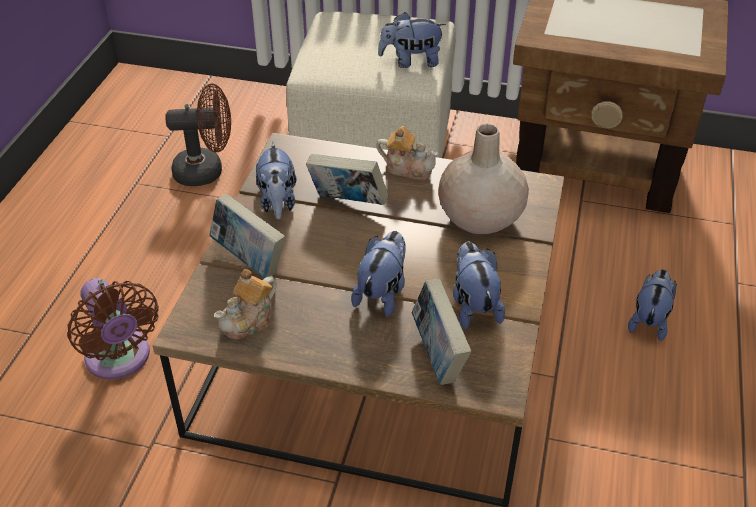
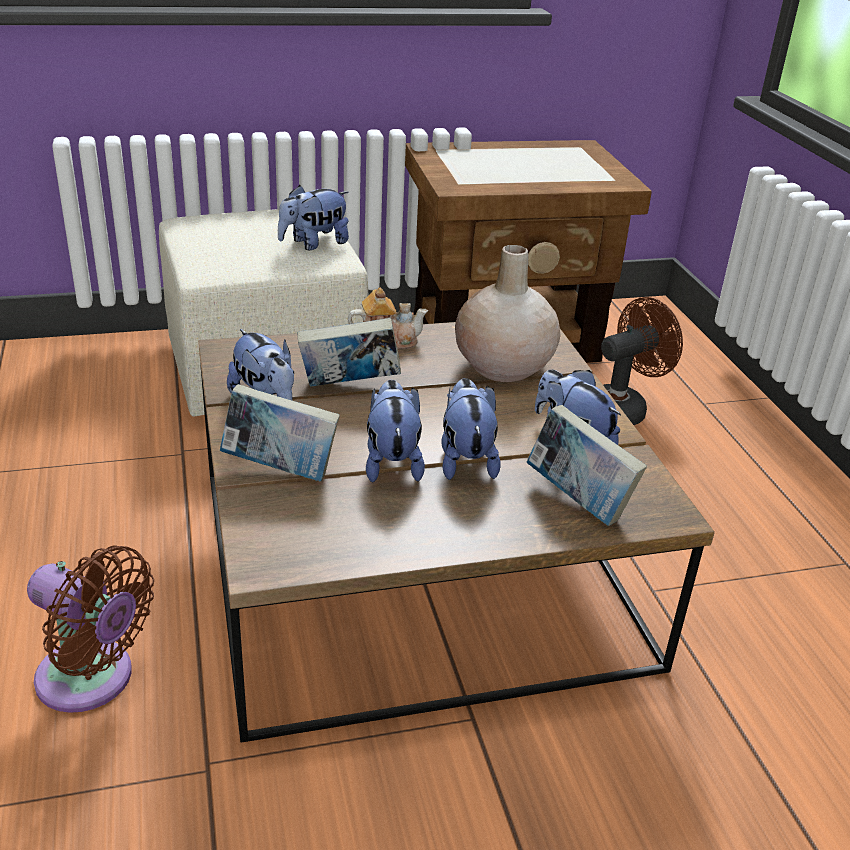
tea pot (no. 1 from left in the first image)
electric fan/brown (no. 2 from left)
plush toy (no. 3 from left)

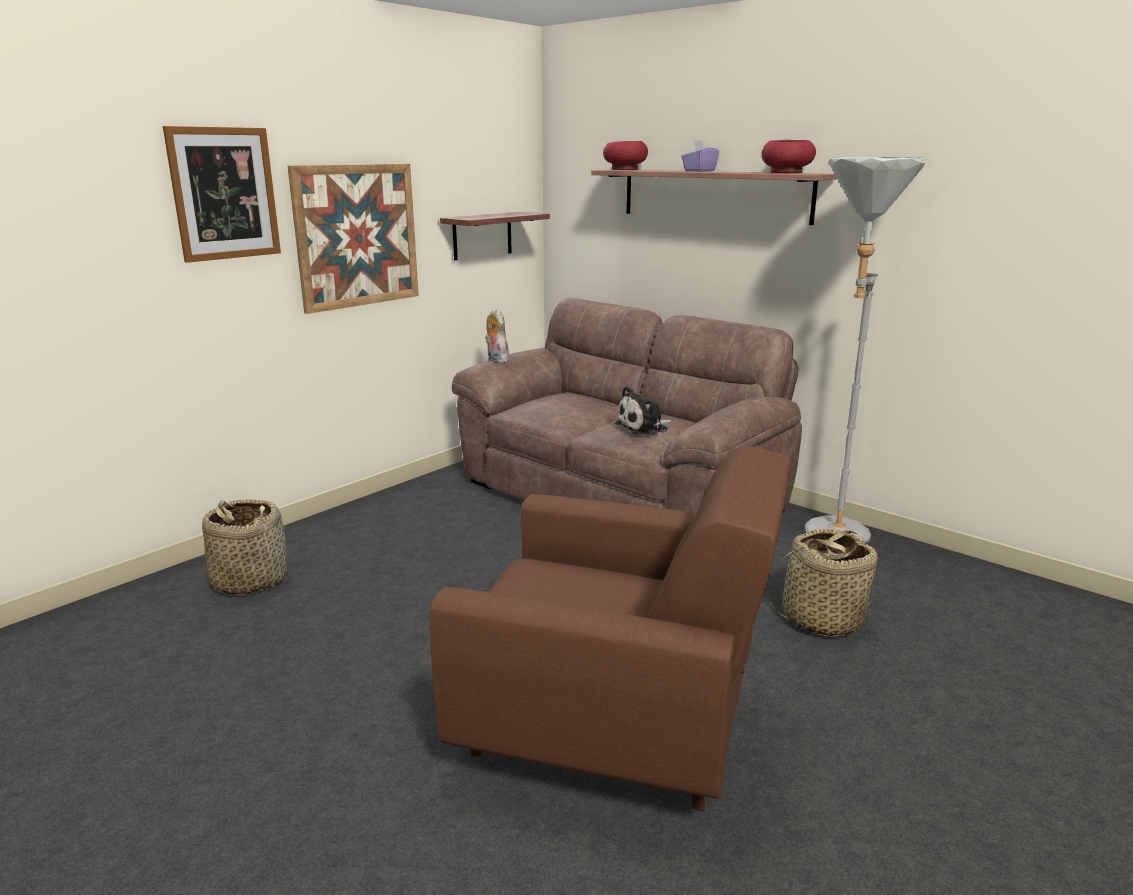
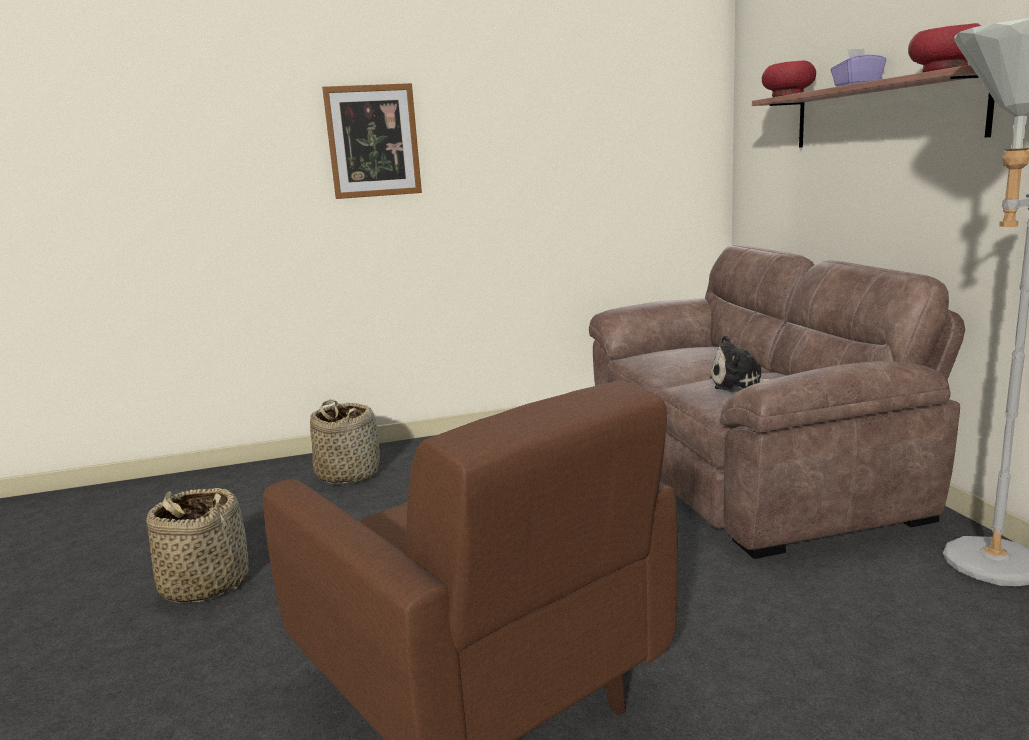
wall picture (no. 2 from left in the first image)
shelf (no. 1 from left in the first image)
plush toy (no. 1 from left in the first image)
household basket (no. 1 from left)

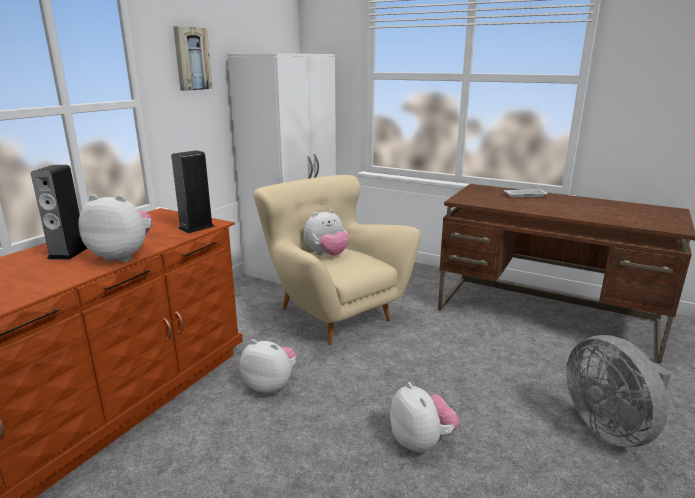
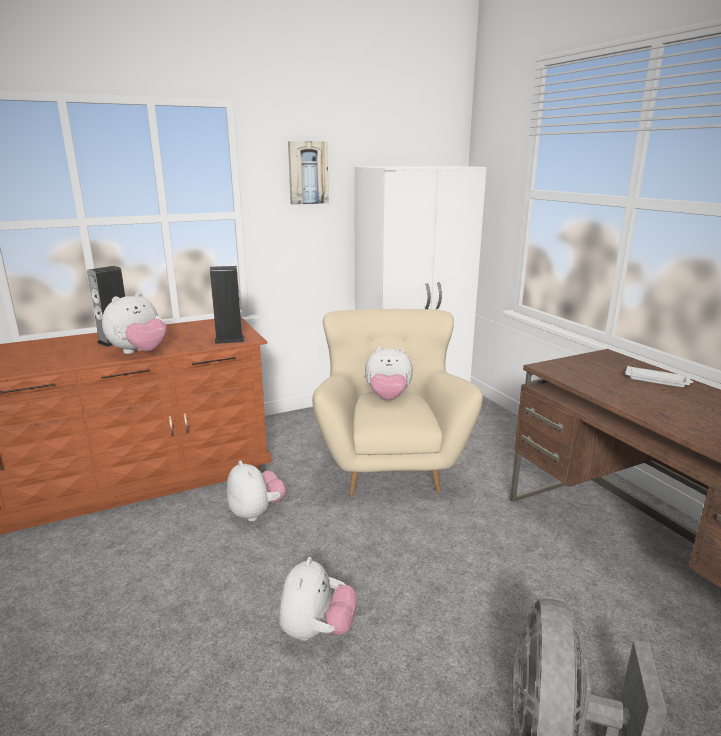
plush toy (no. 1 from left)

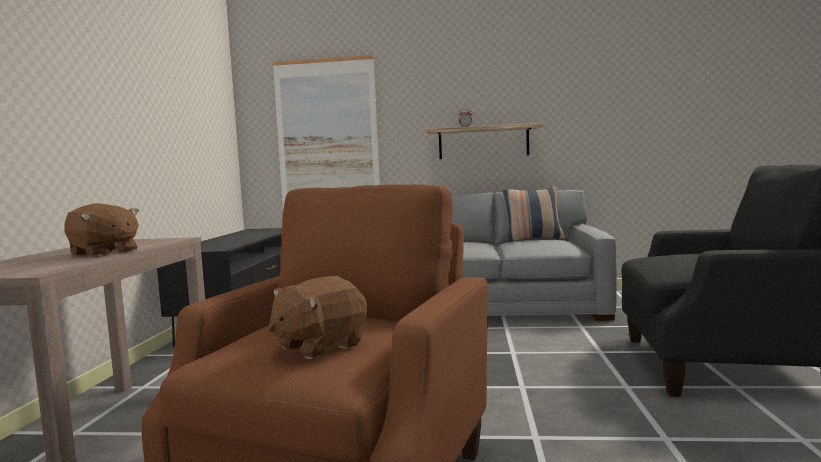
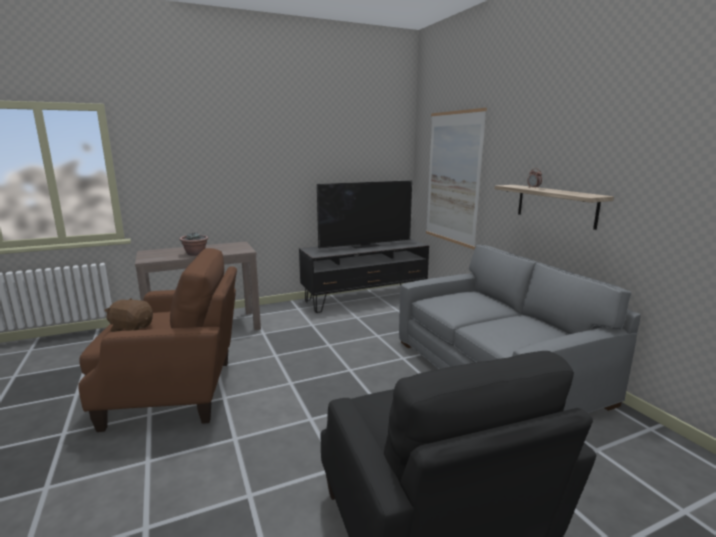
throw pillow
television
potted plant

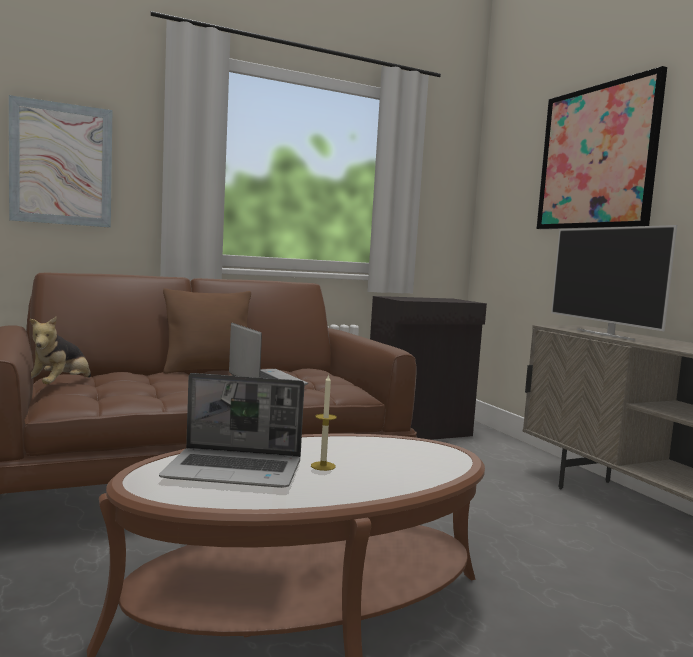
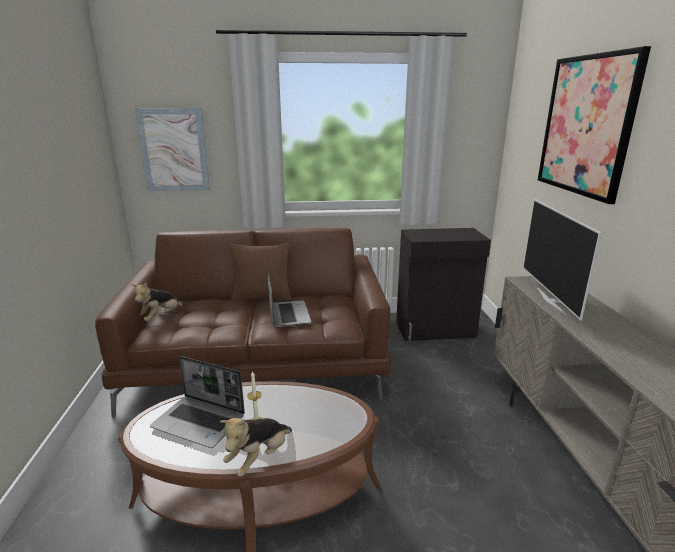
plush toy (no. 2 from left)

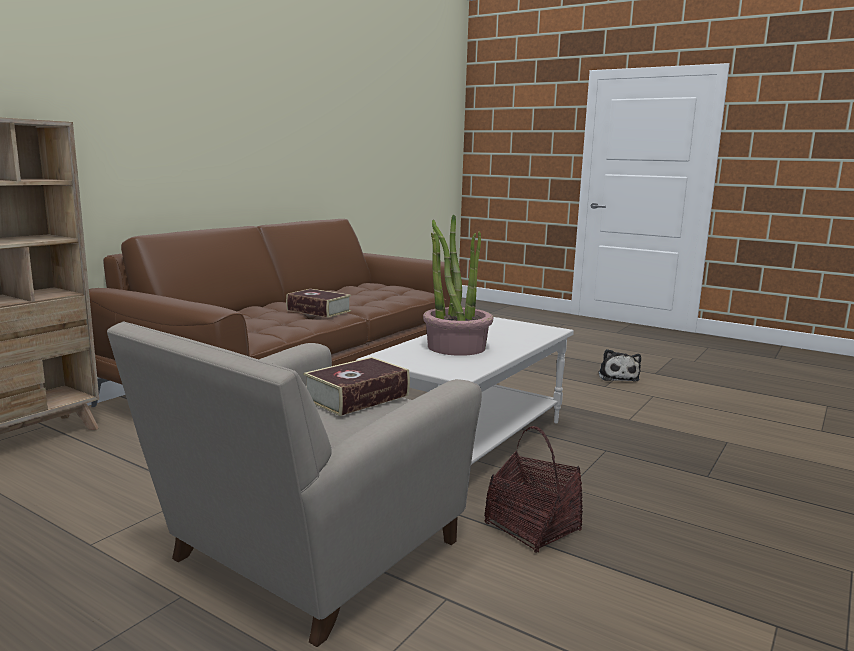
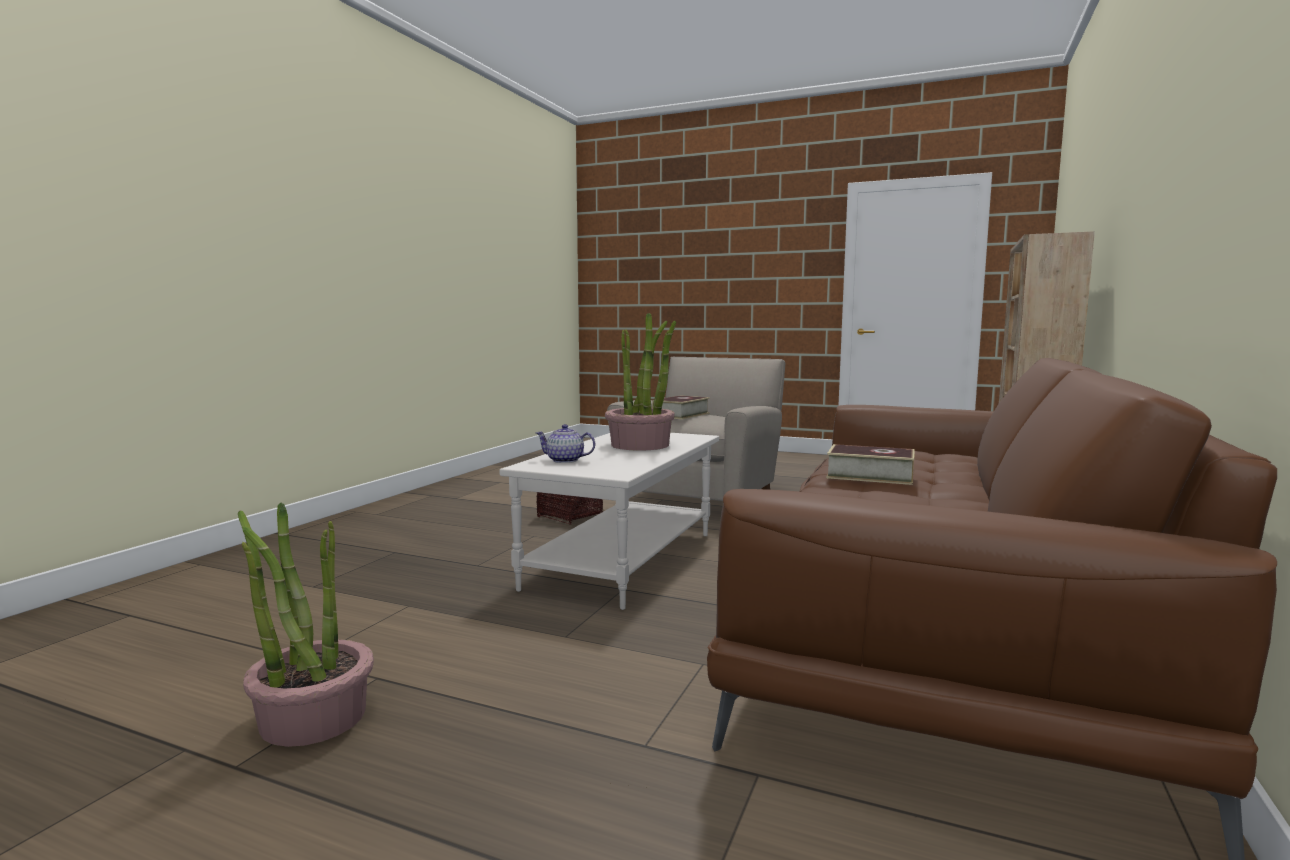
tea pot
potted plant (no. 1 from left)

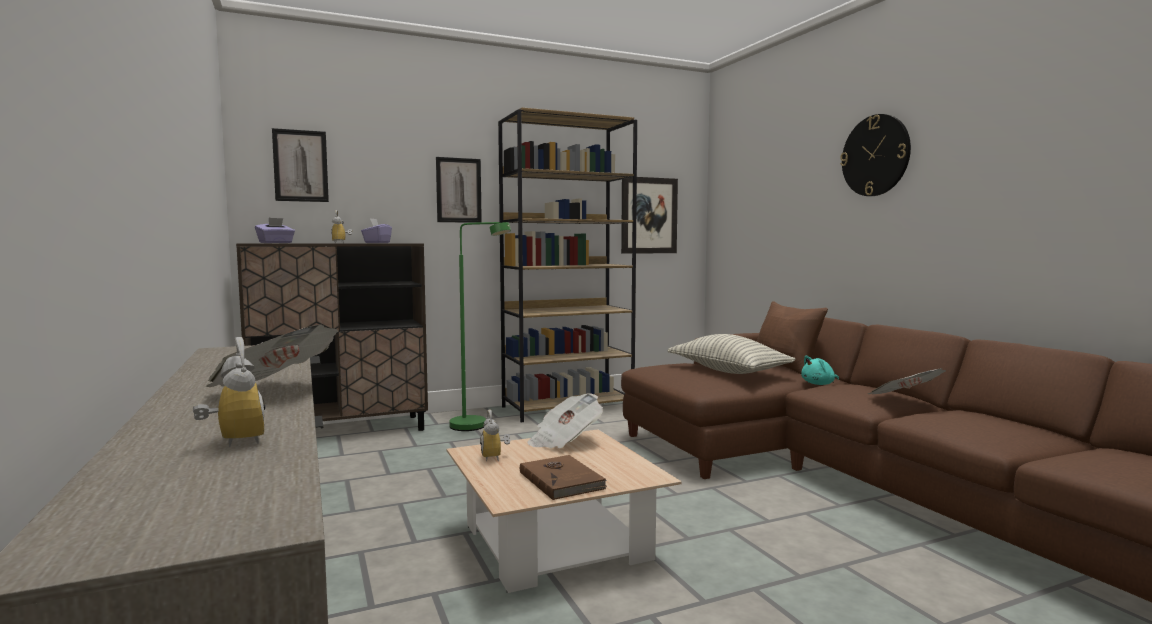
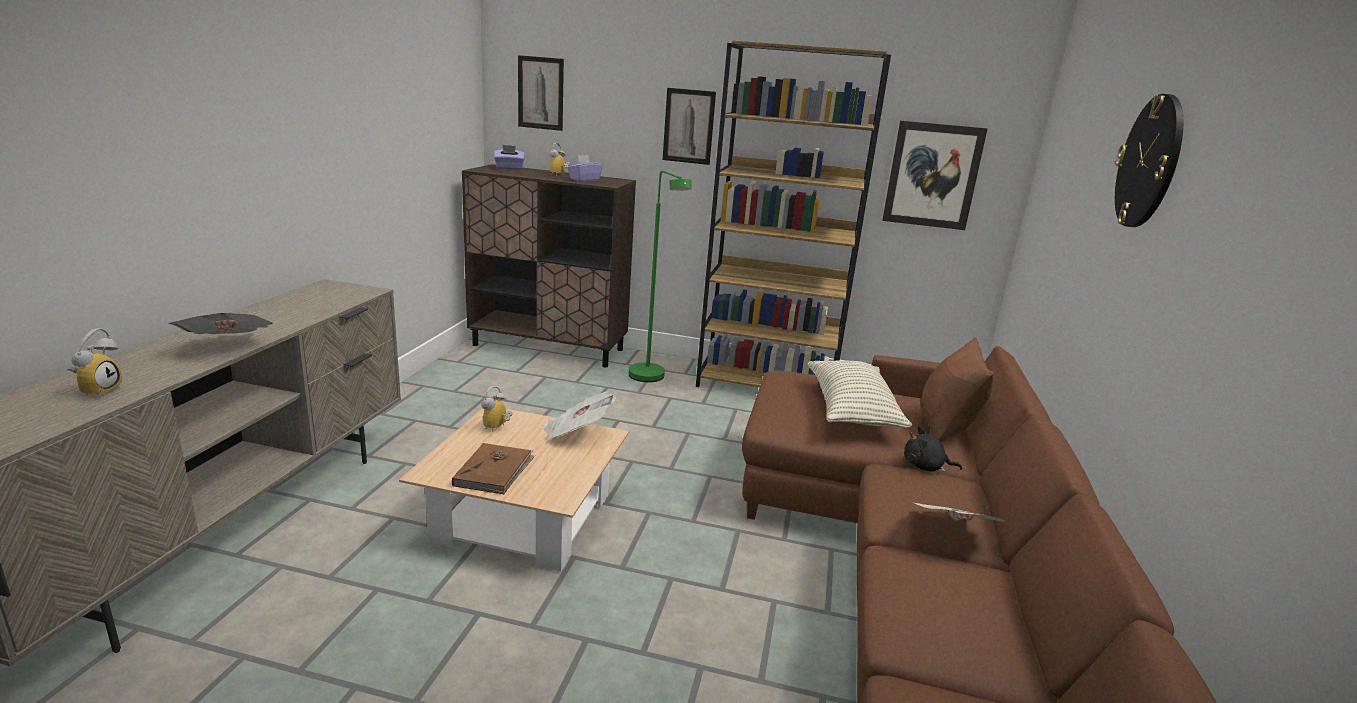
plush toy/black

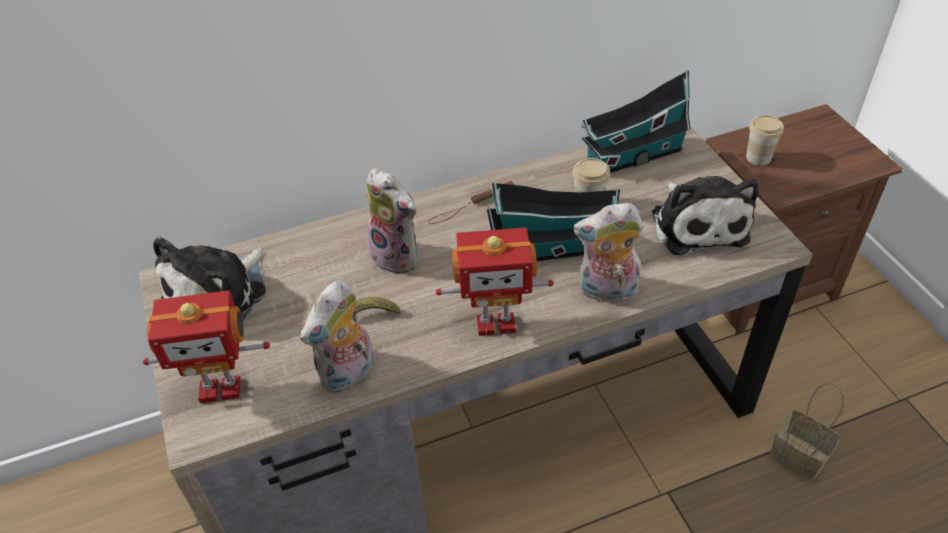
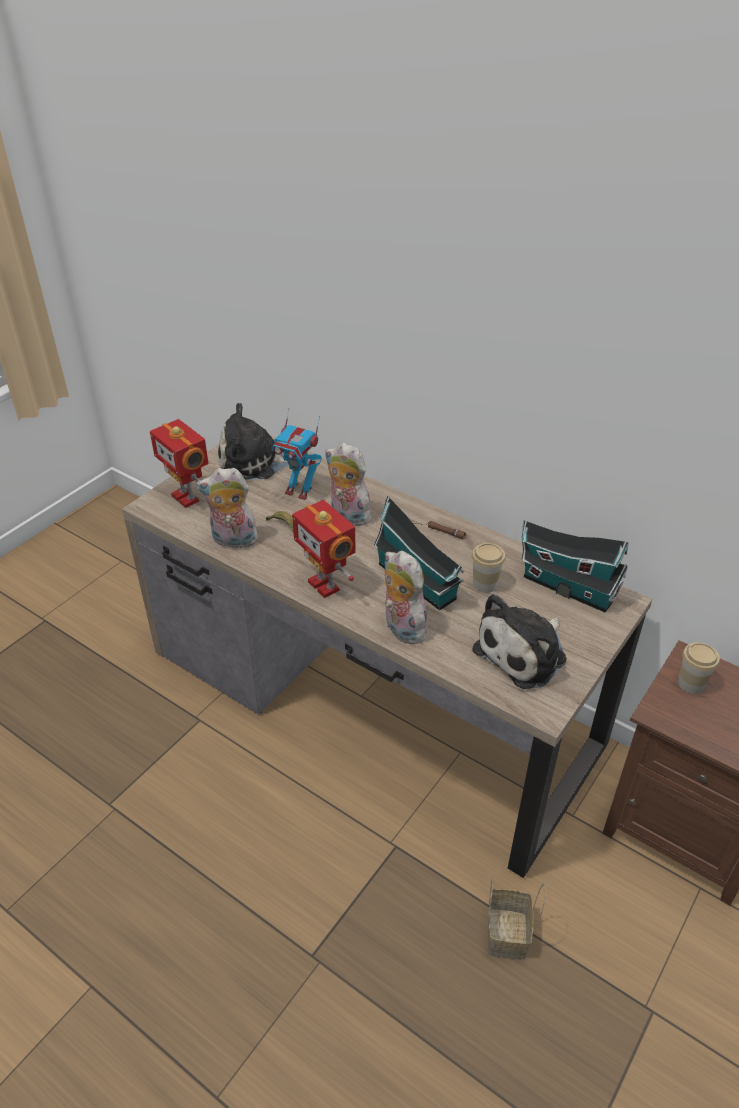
toy robot (no. 2 from left)
plush toy (no. 3 from left)

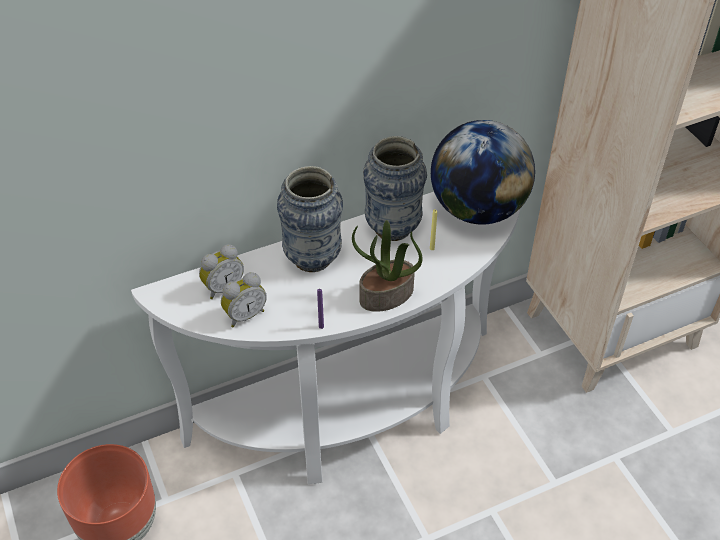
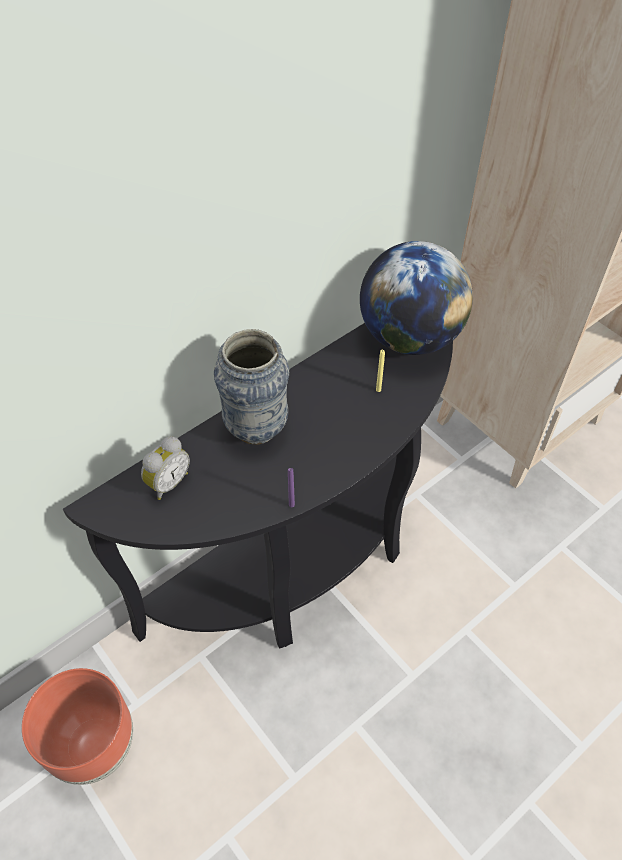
table clock (no. 2 from left in the first image)
potted plant
decorative vase (no. 2 from left in the first image)
console table/black

